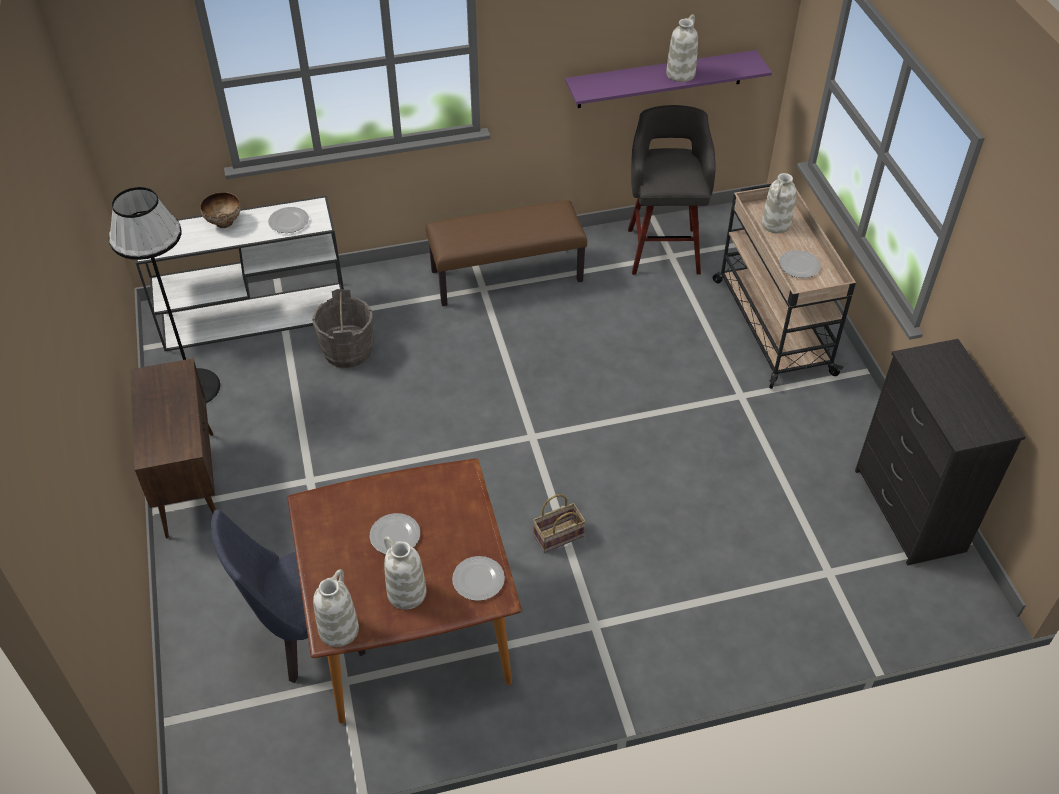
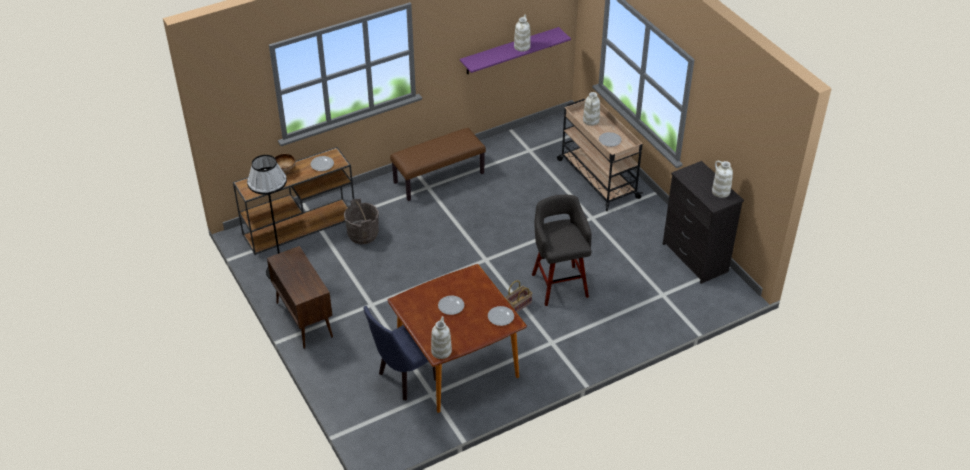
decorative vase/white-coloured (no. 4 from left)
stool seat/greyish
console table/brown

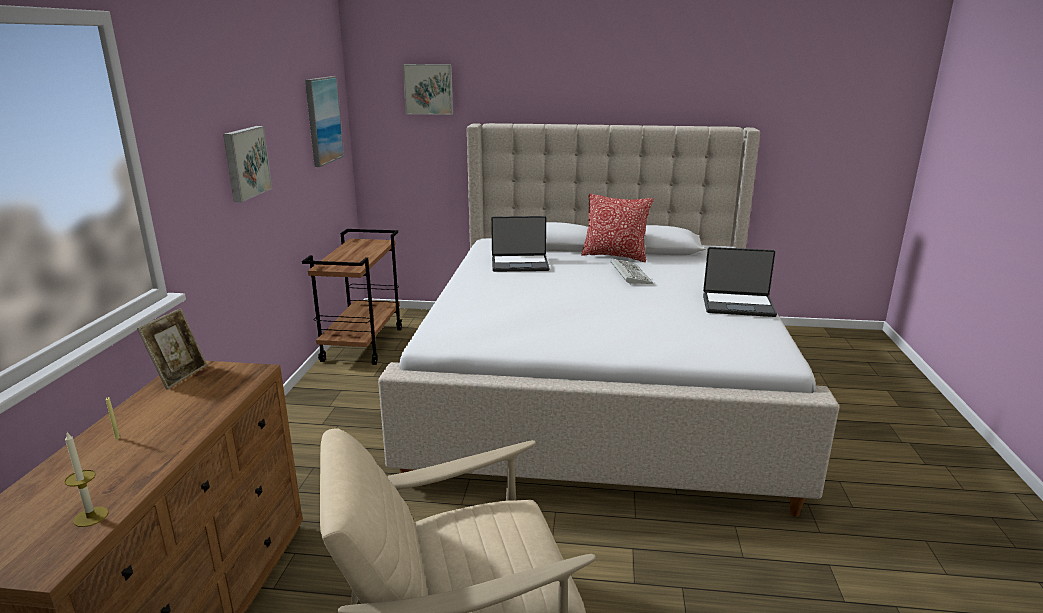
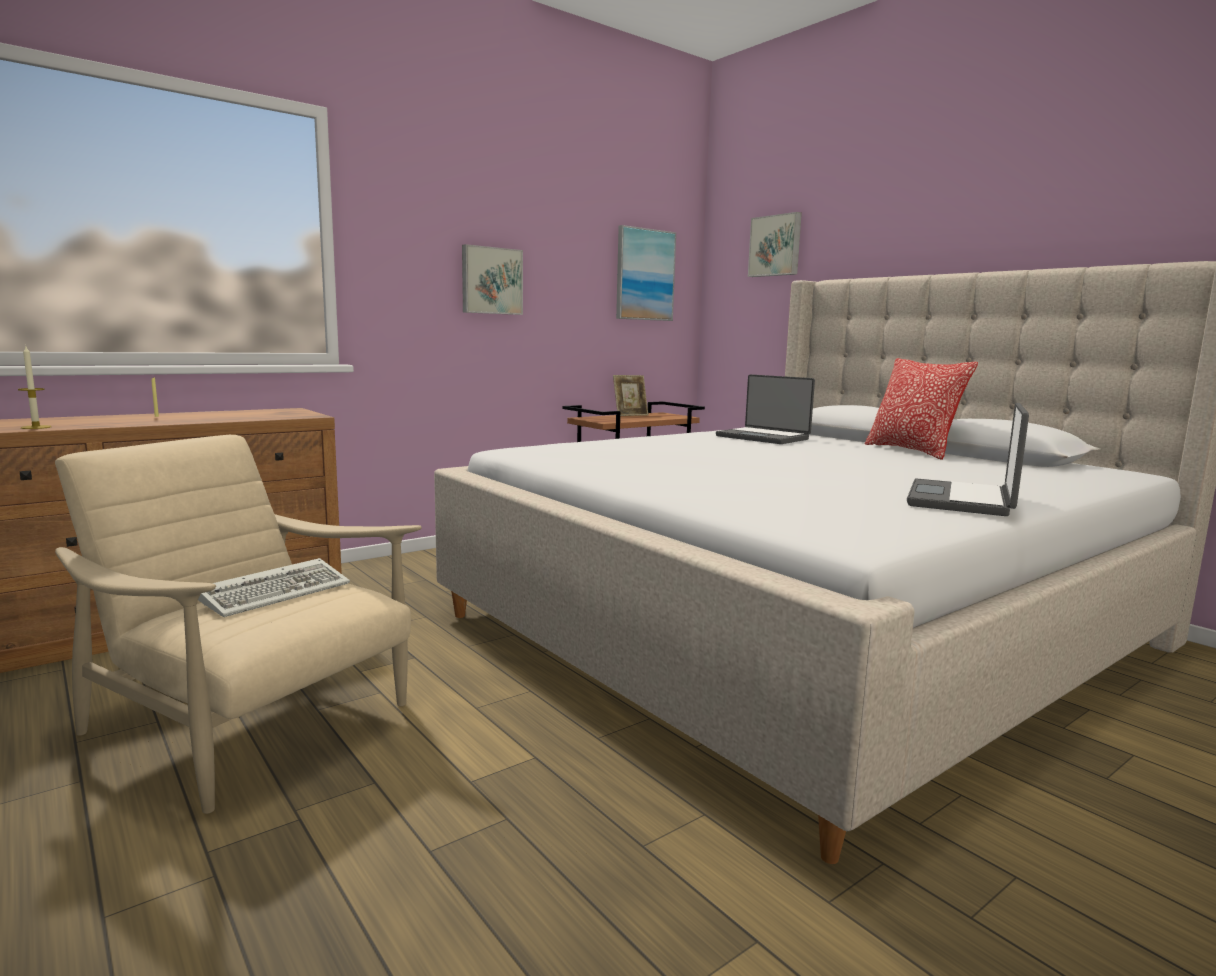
photo frame
PC keyboard
notebook computer (no. 2 from left)

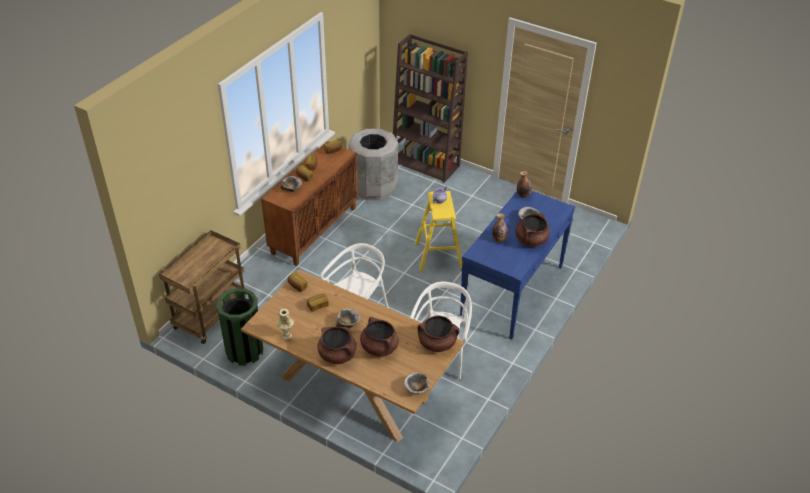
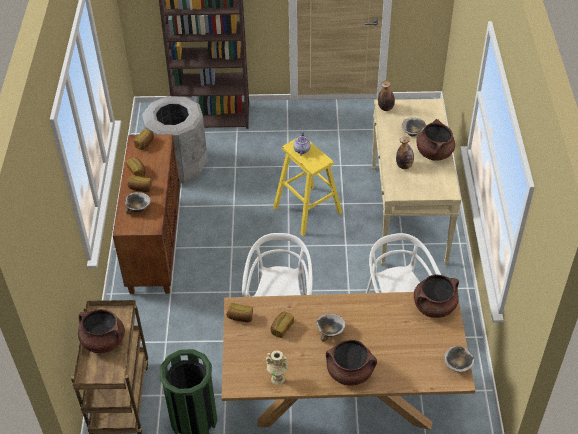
stockpot/brown (no. 1 from left)
console table/beige

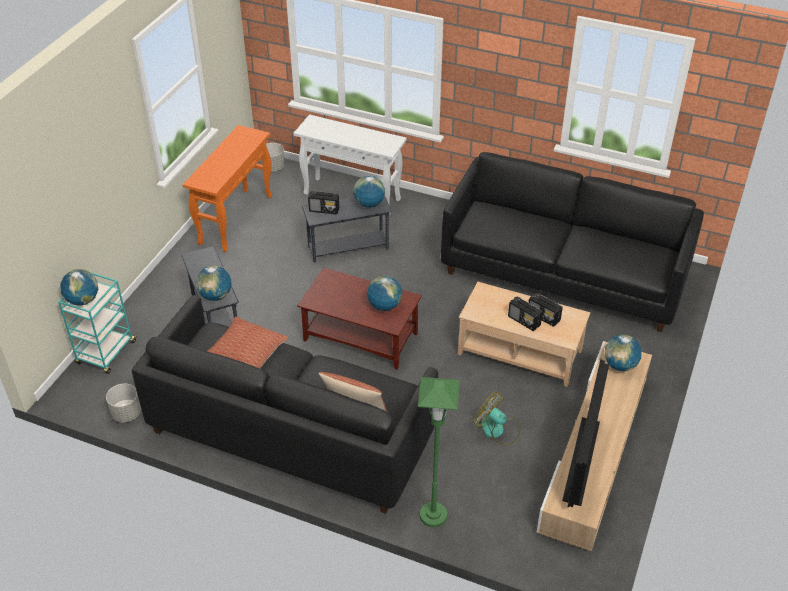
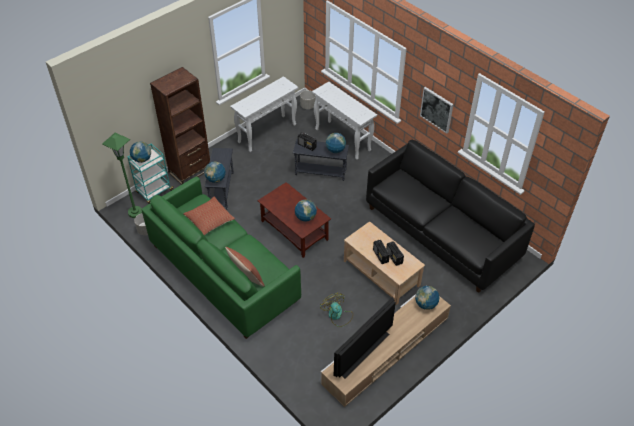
shelving unit/brown
wall picture
floor lamp/green-coloured
couch/green-coloured
console table/white-coloured (no. 1 from left)

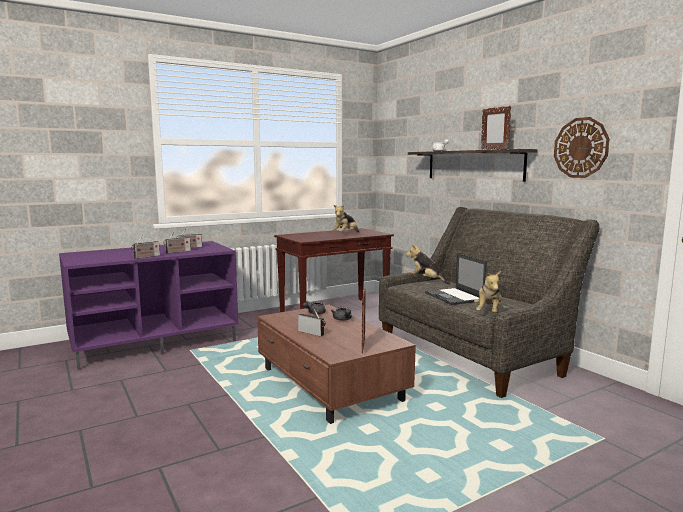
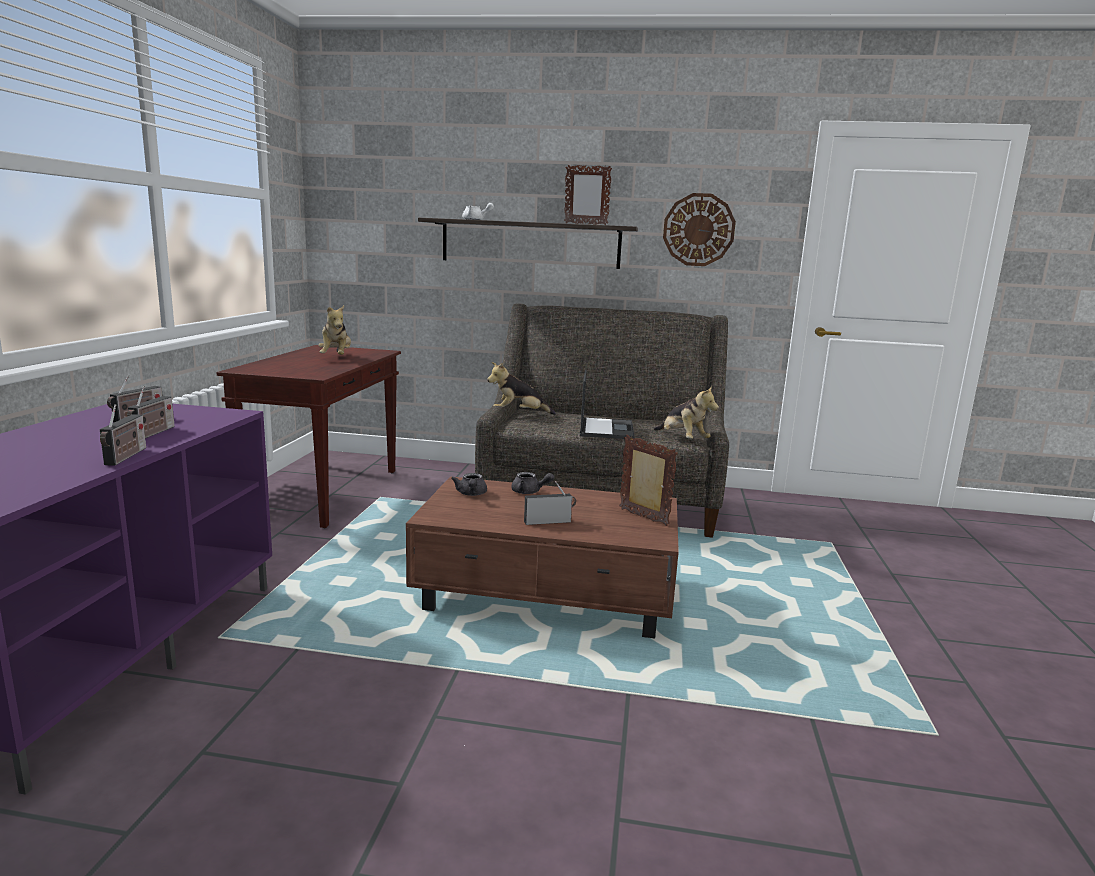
notebook computer

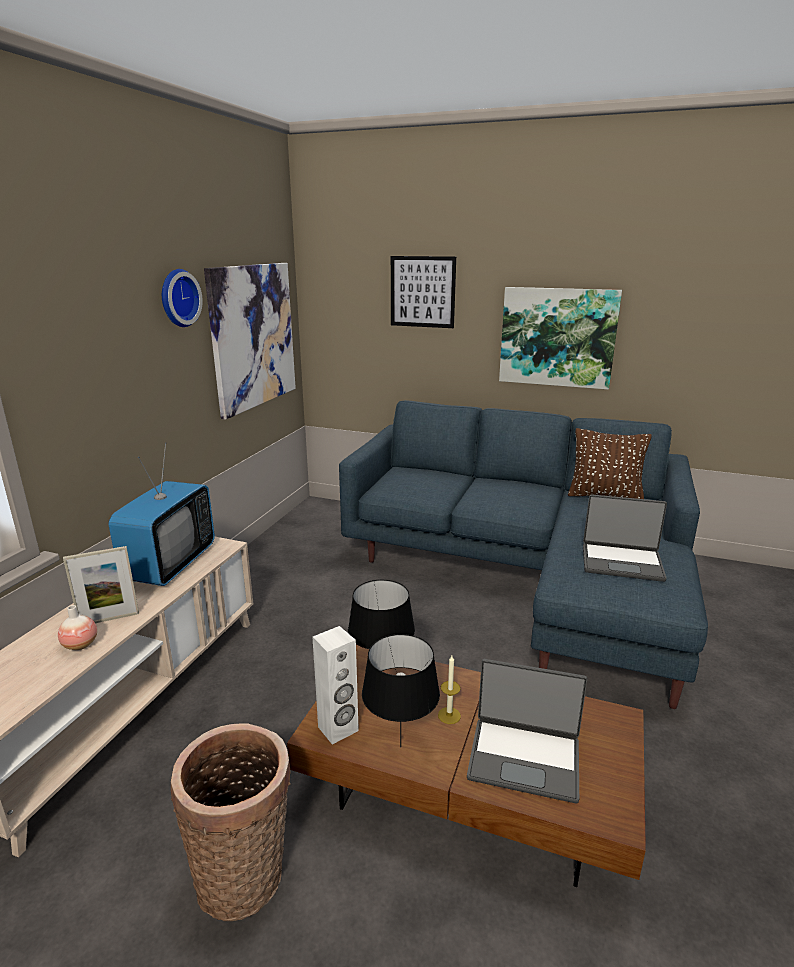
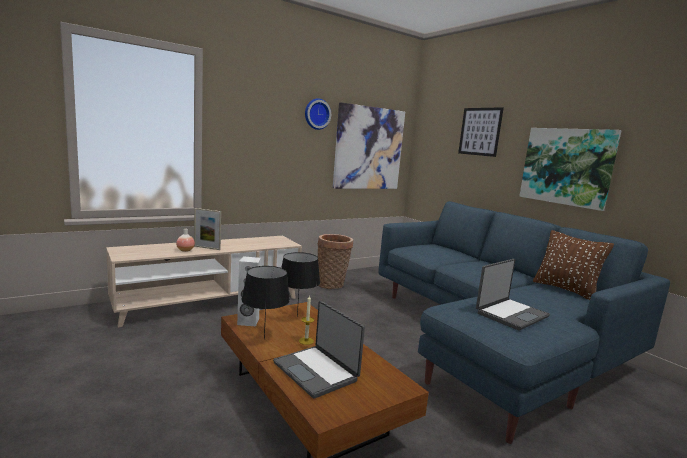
television
household basket
notebook computer (no. 2 from left)

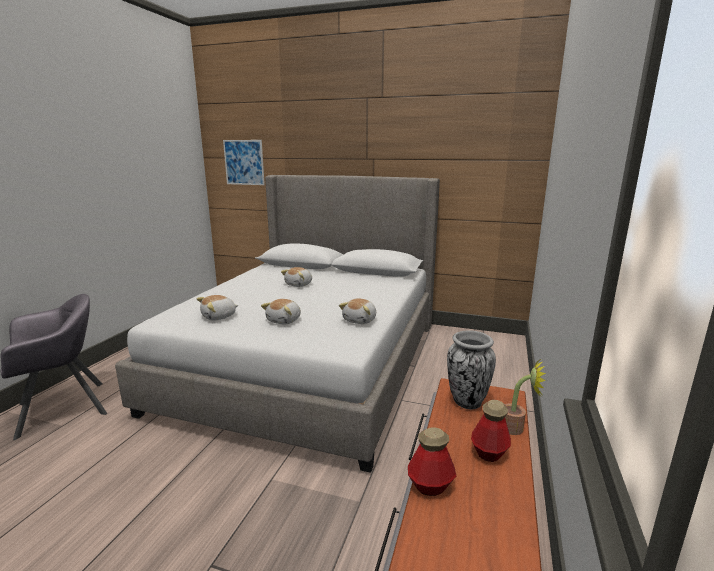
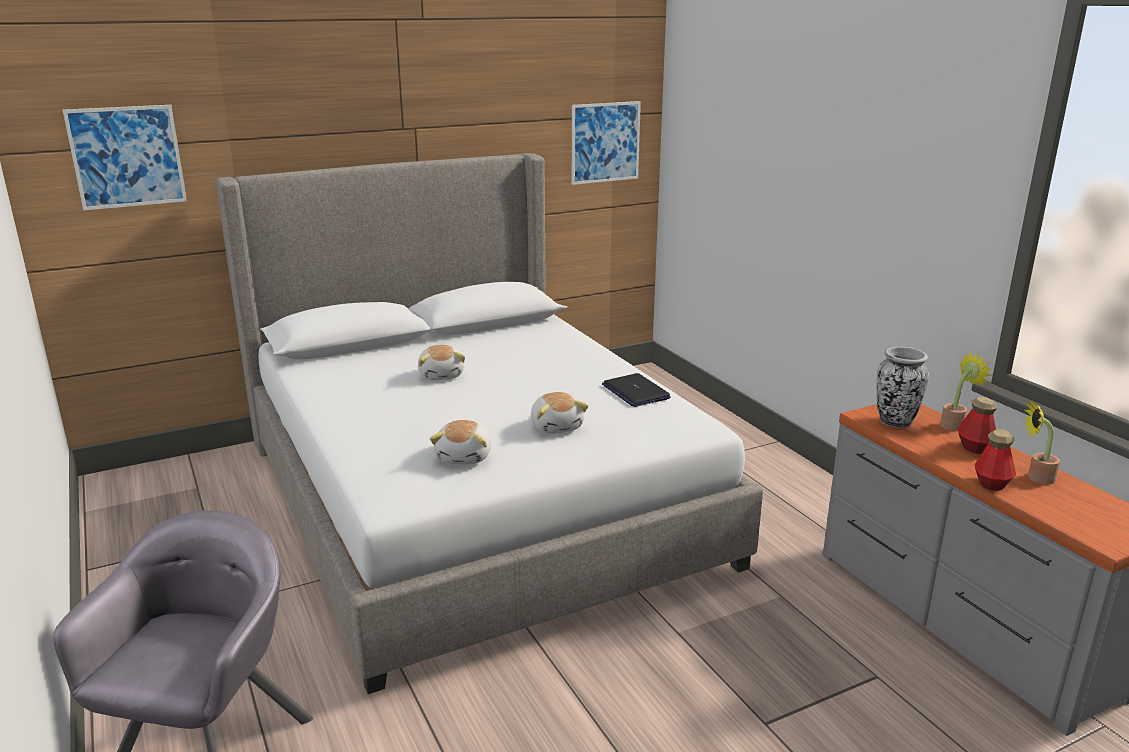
wall picture (no. 2 from left)
potted plant (no. 2 from left)
notebook computer

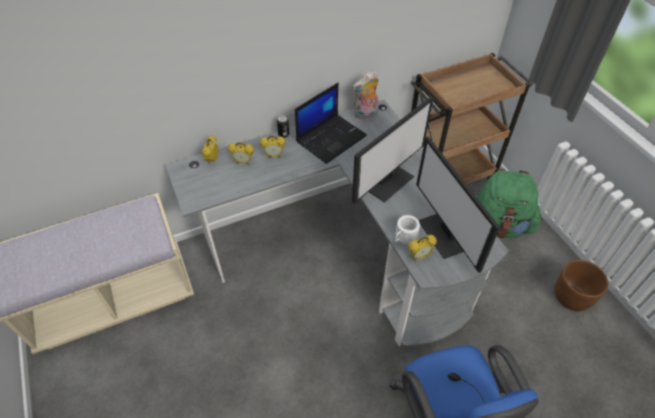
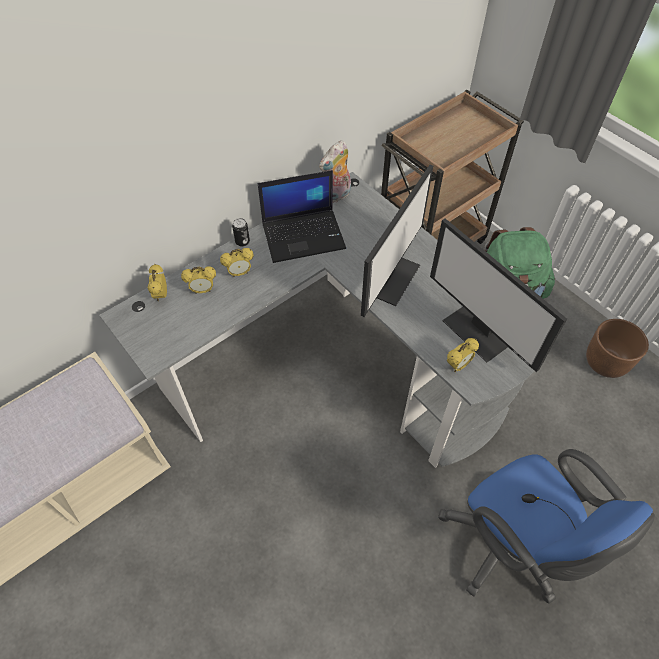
tea mug/white-coloured
notebook computer

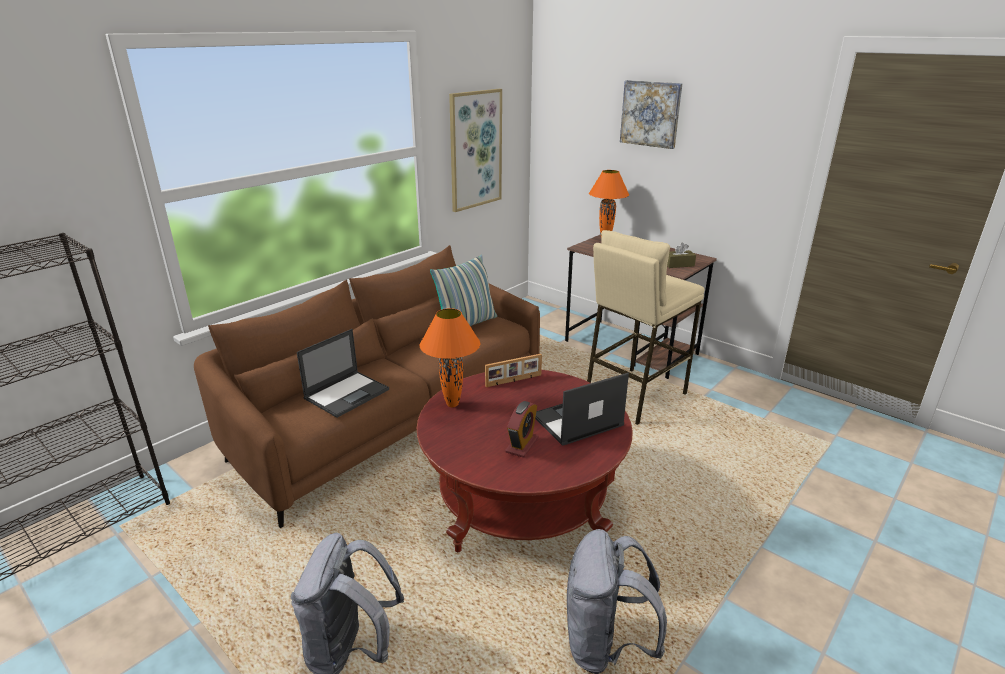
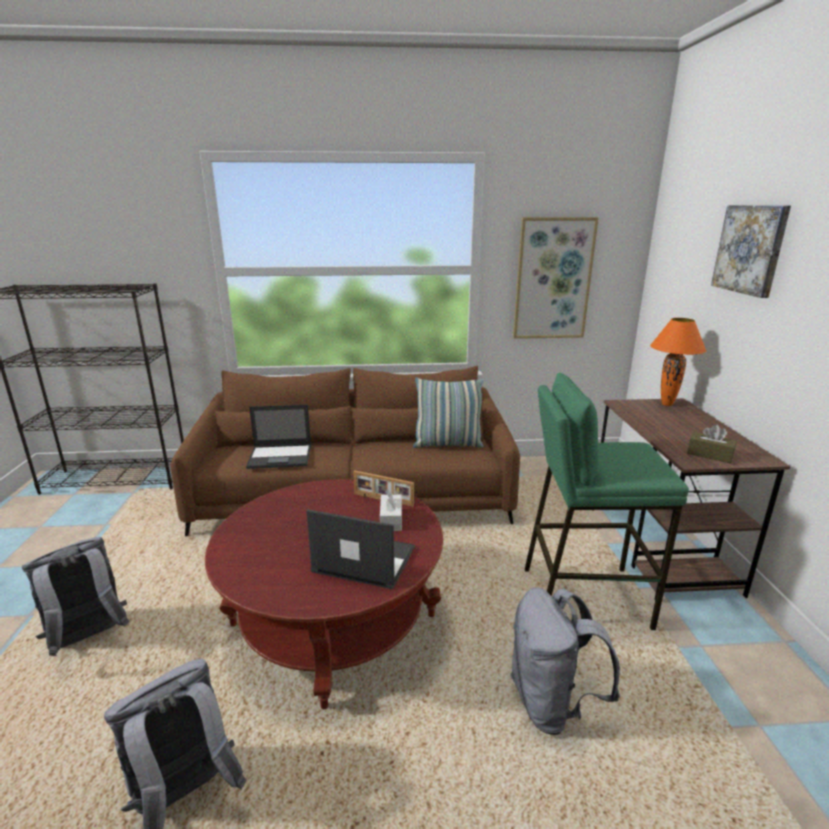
table lamp/orangey (no. 1 from left in the first image)
table clock
box of tissues/white-coloured
knapsack/greyish (no. 3 from left)
stool seat/green-coloured

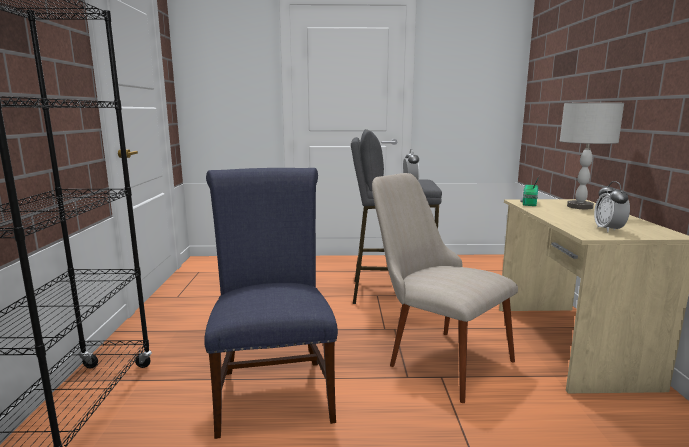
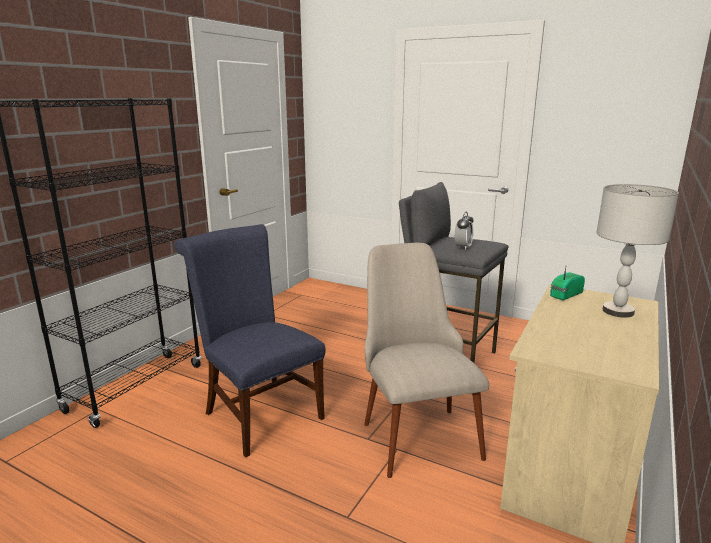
table clock (no. 2 from left in the first image)
chair/bluish

